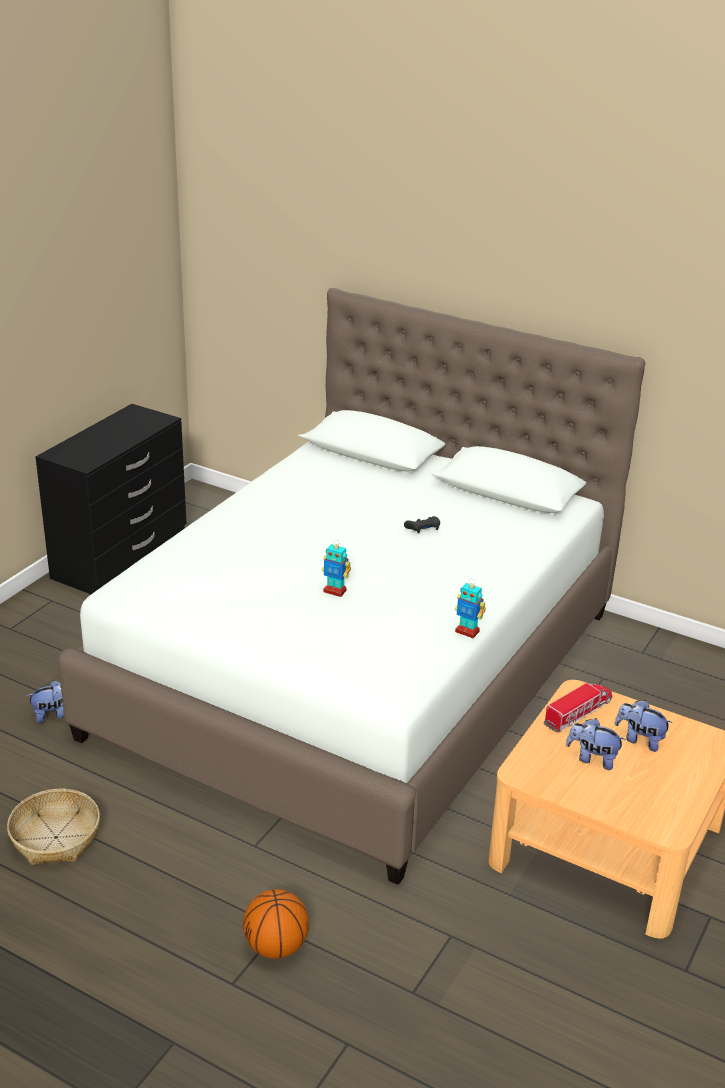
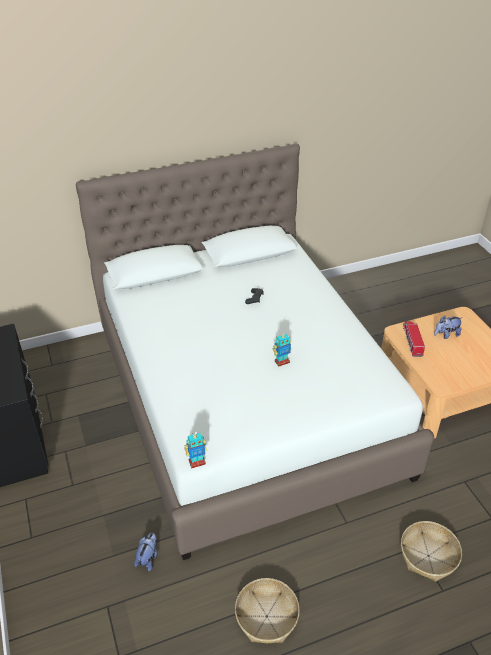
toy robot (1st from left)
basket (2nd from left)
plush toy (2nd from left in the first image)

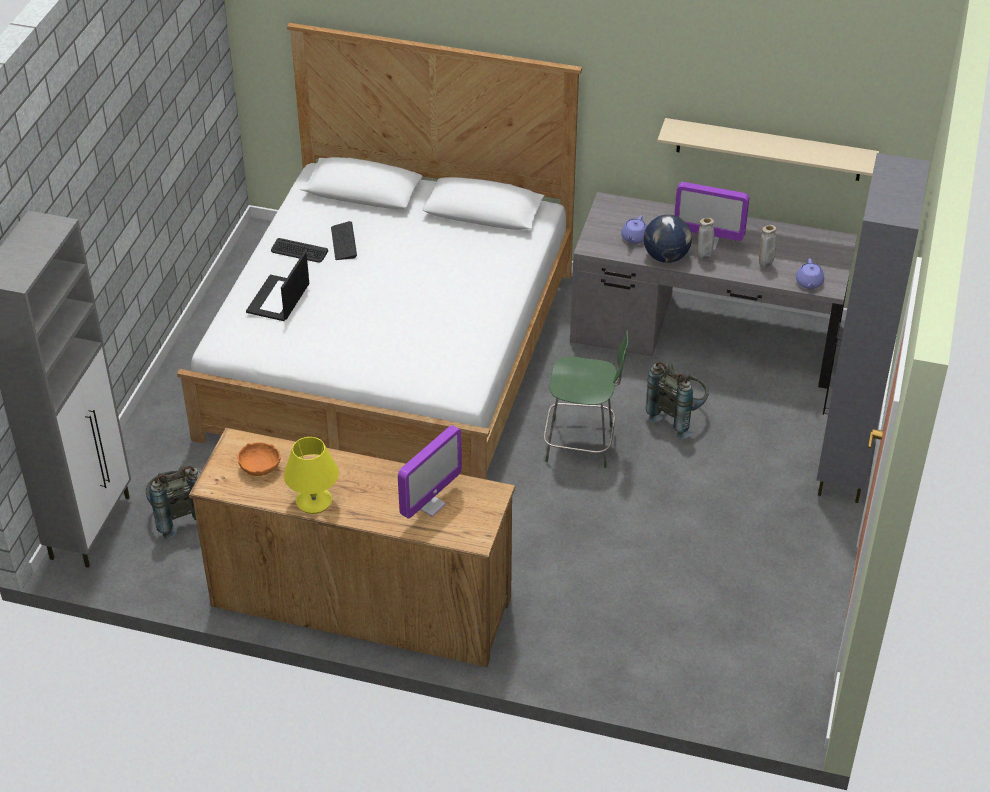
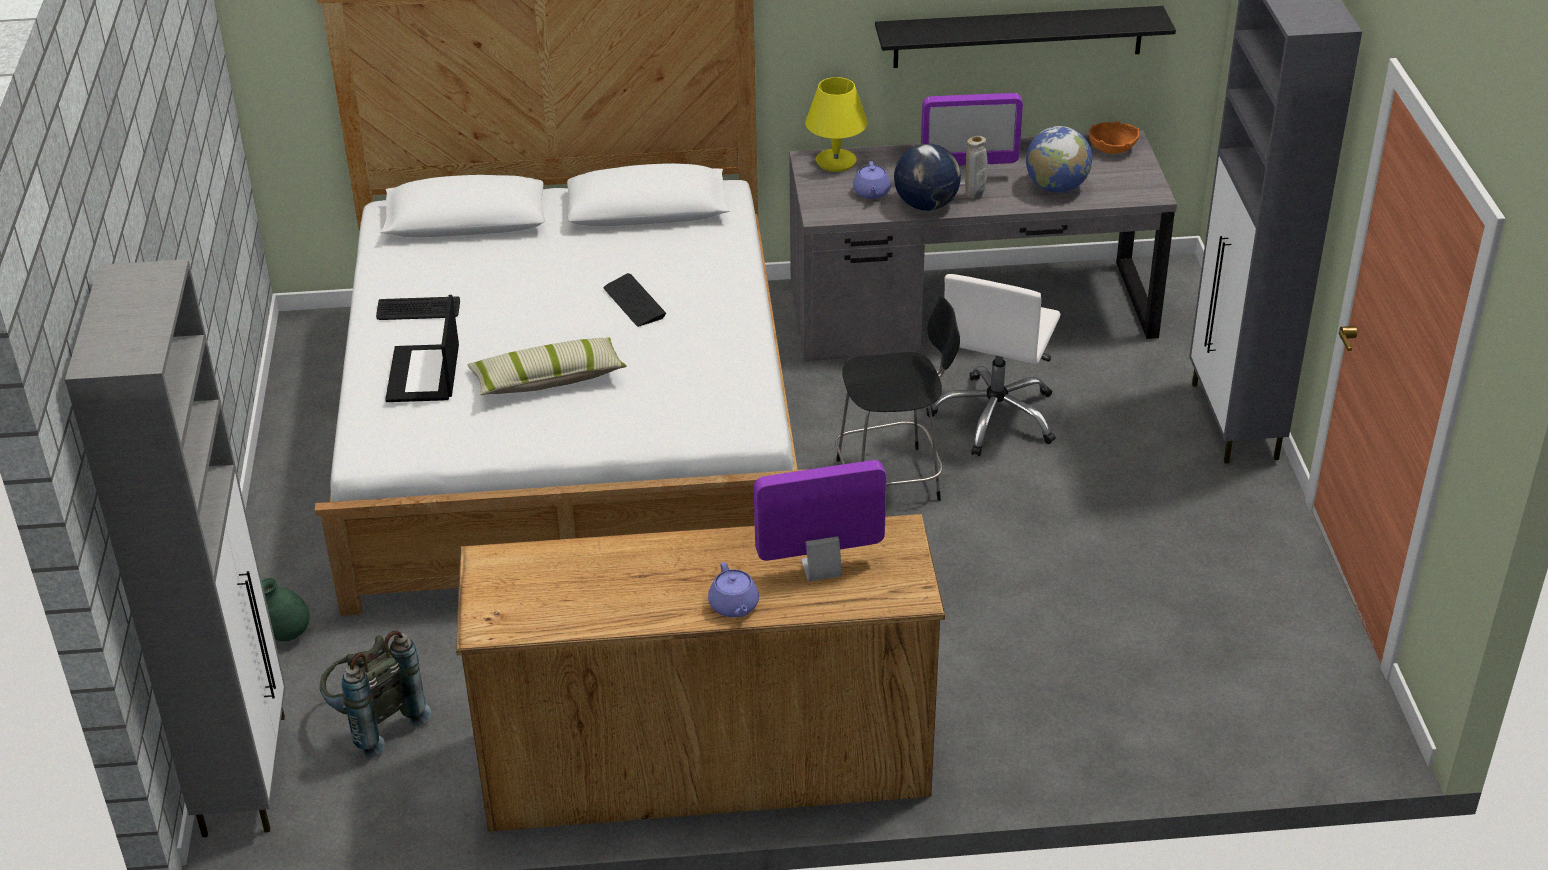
vase (green)
pillow
keyboard (2nd from left)
teapot (purple) (1st from left)
monitor (1st from left)
table lamp (yellow)
chair (black)
shelf (black)
office chair (white)
globe (2nd from left)
bowl (orange)

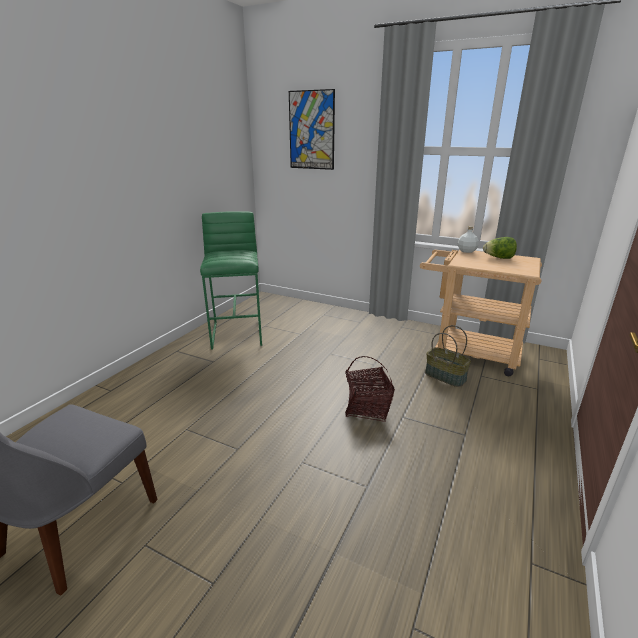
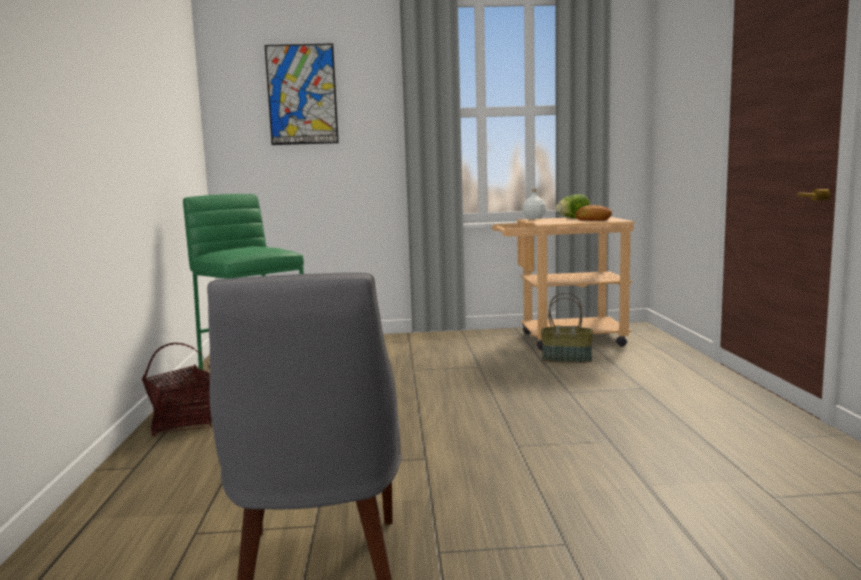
basket (1st from left)
bread

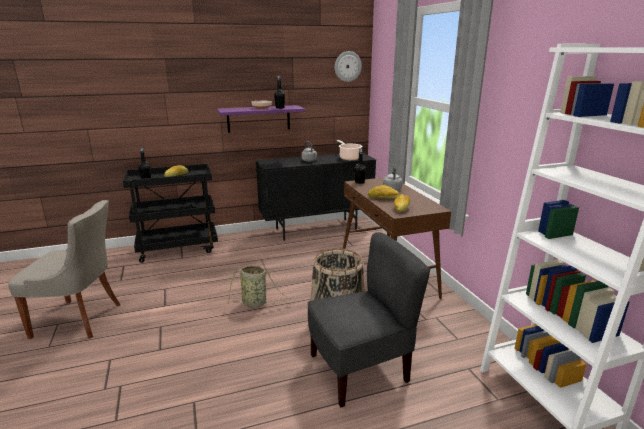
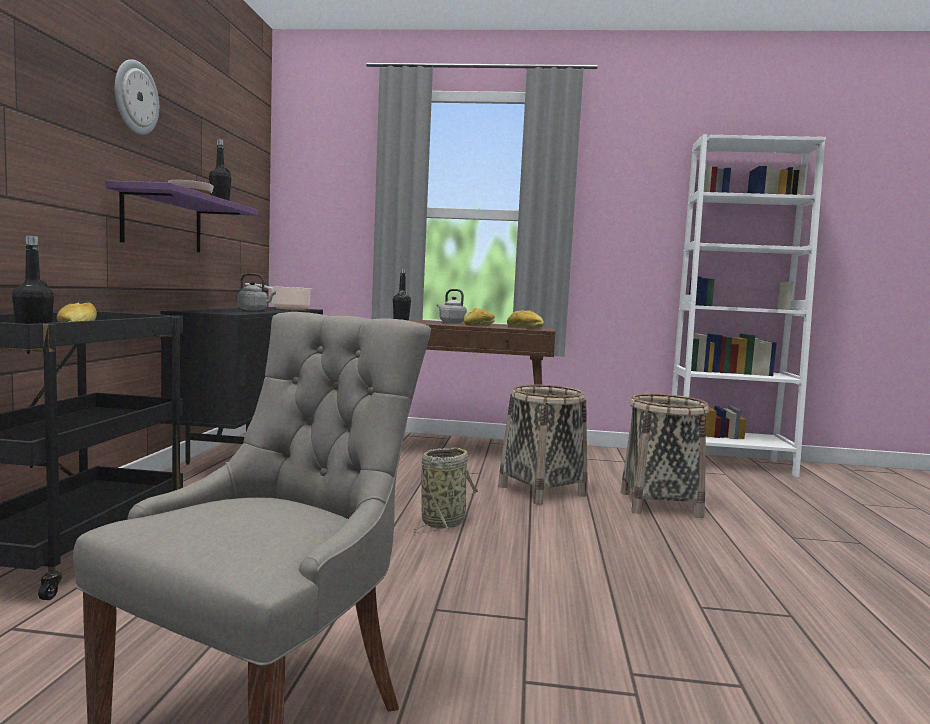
wall clock
basket (3rd from left)

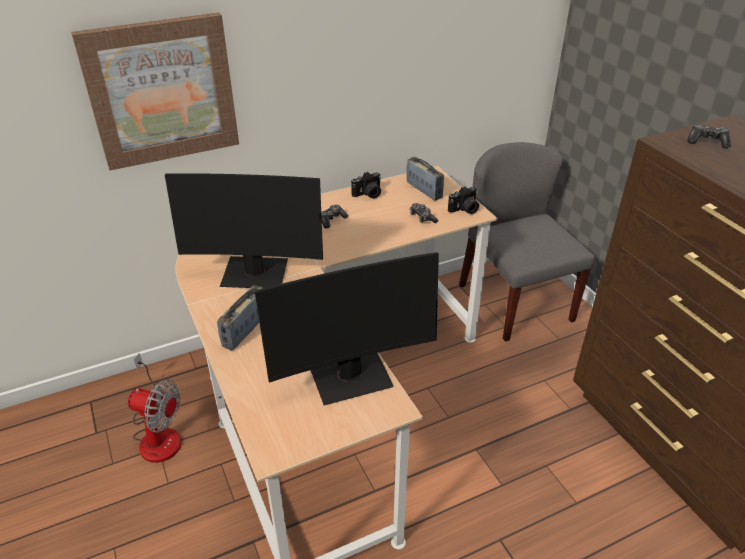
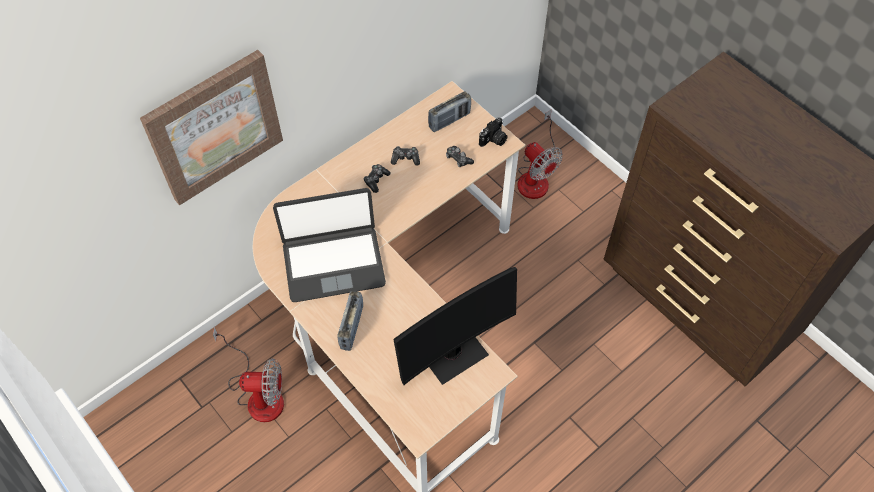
laptop
game controller (2nd from left)
radio (2nd from left)
fan (2nd from left)
photo camera (1st from left in the first image)

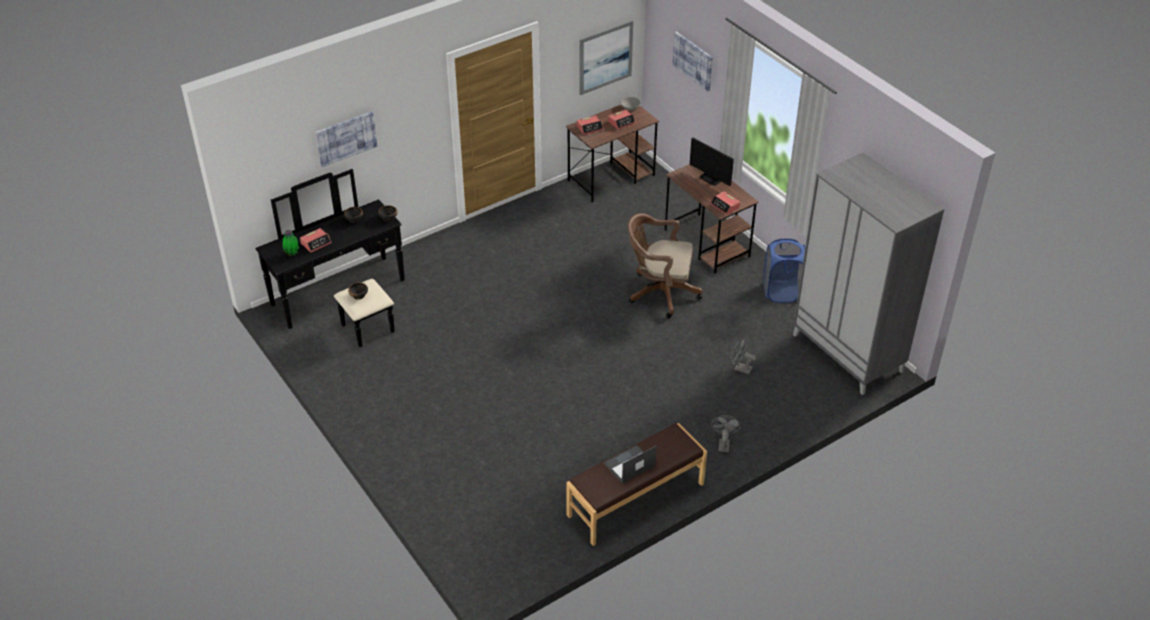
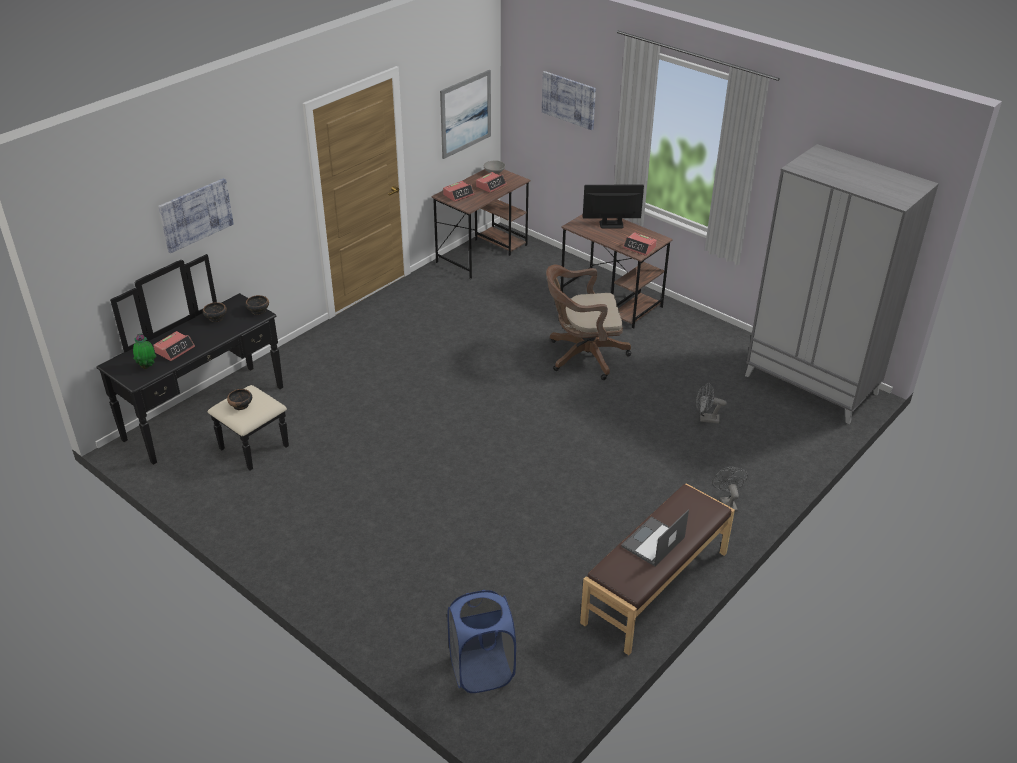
laundry basket (blue)
monitor

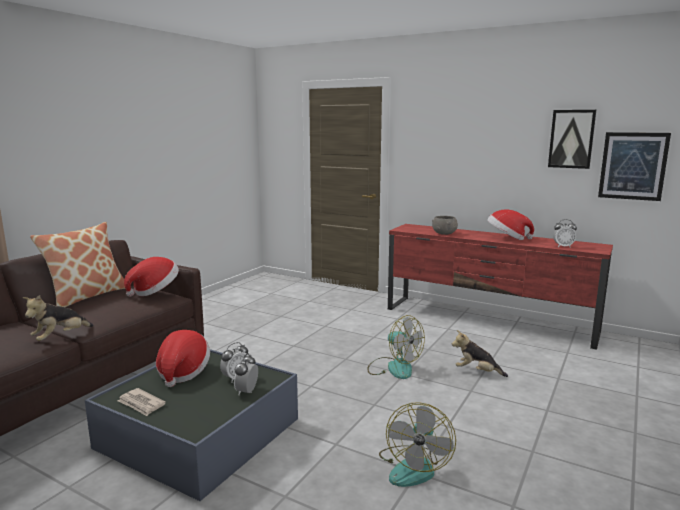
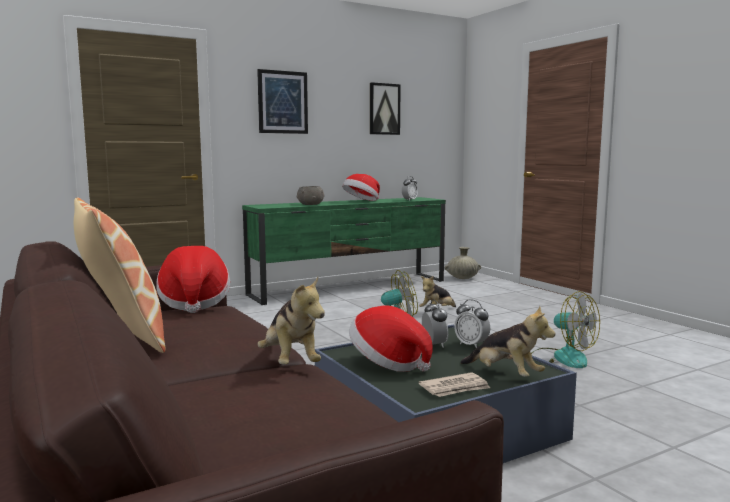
tv stand (green)
picture (1st from left)
vase (beige)
plush toy (3rd from left)

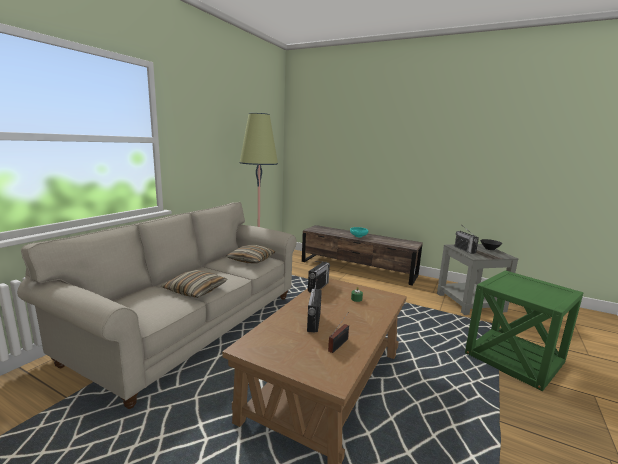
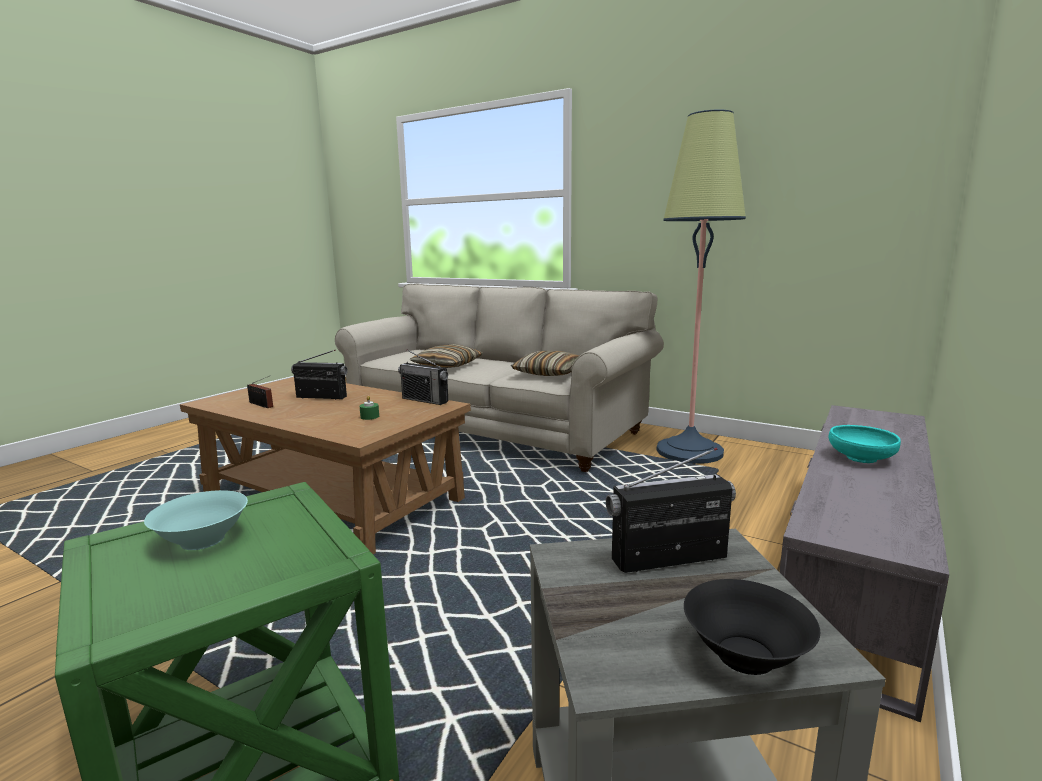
bowl (turquoise) (1st from left)
tv stand (grey)

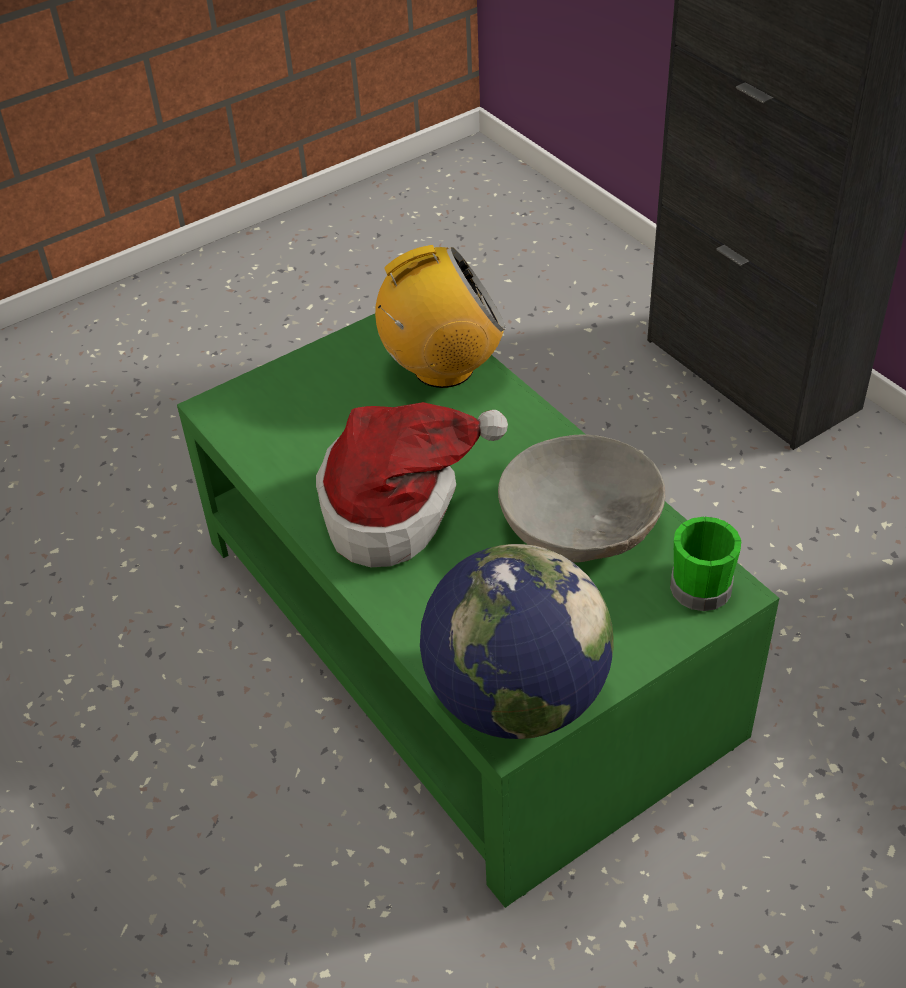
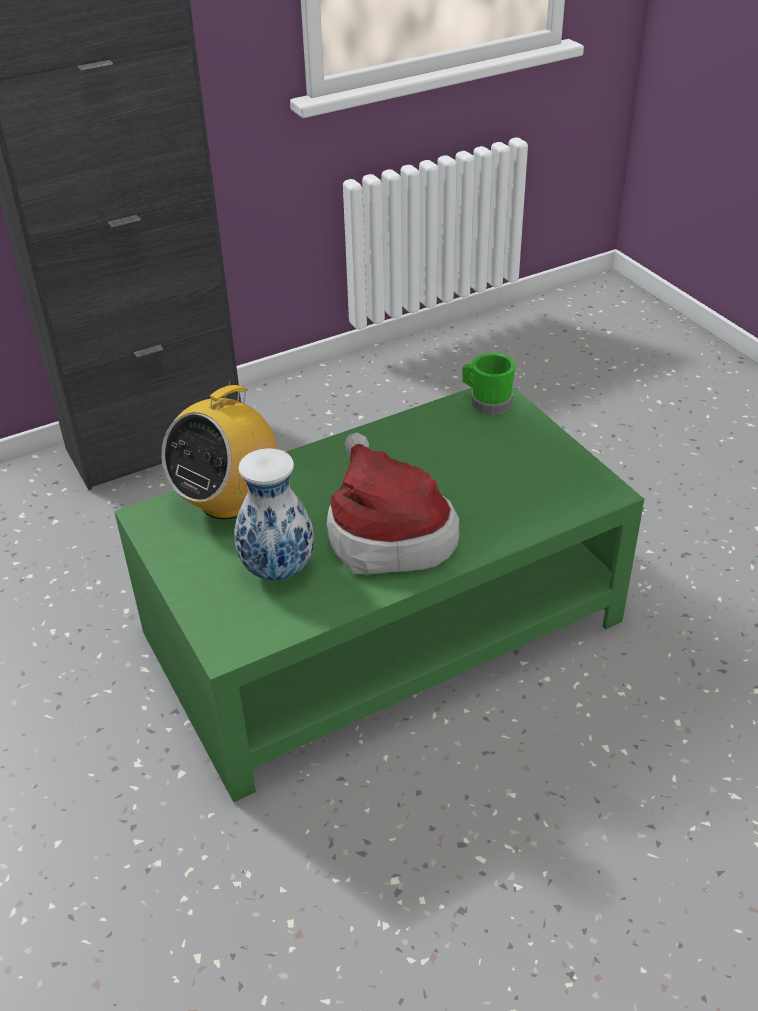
radio
vase
globe
bowl (grey)

